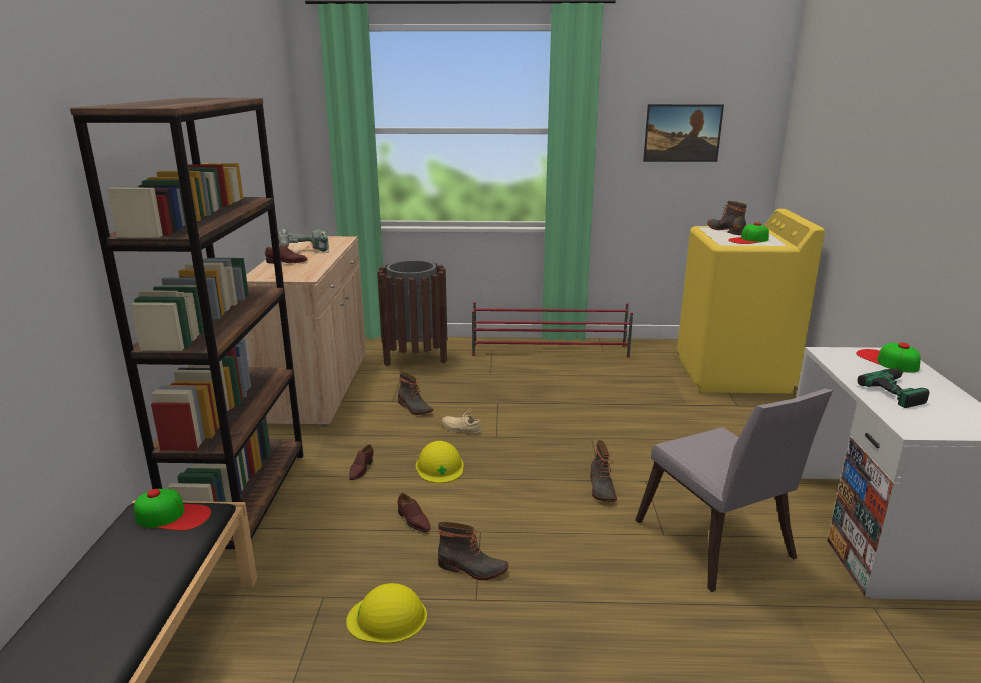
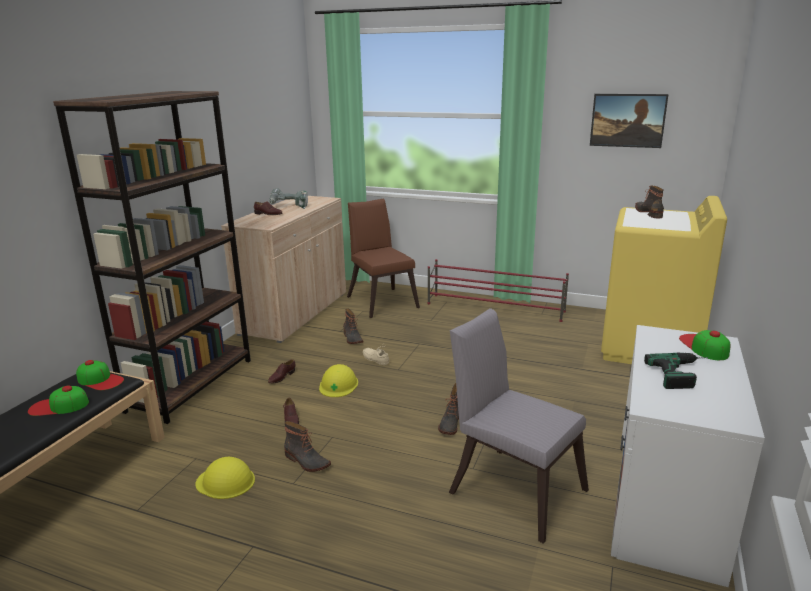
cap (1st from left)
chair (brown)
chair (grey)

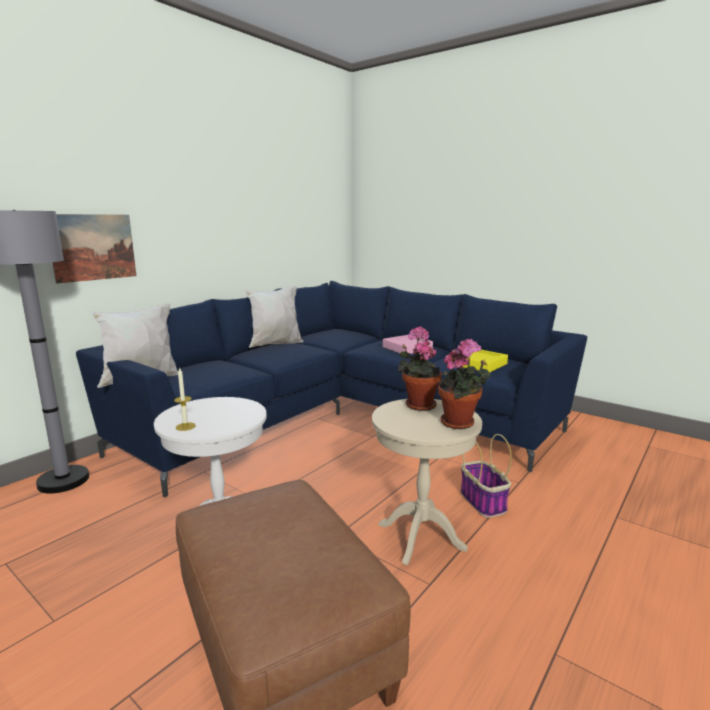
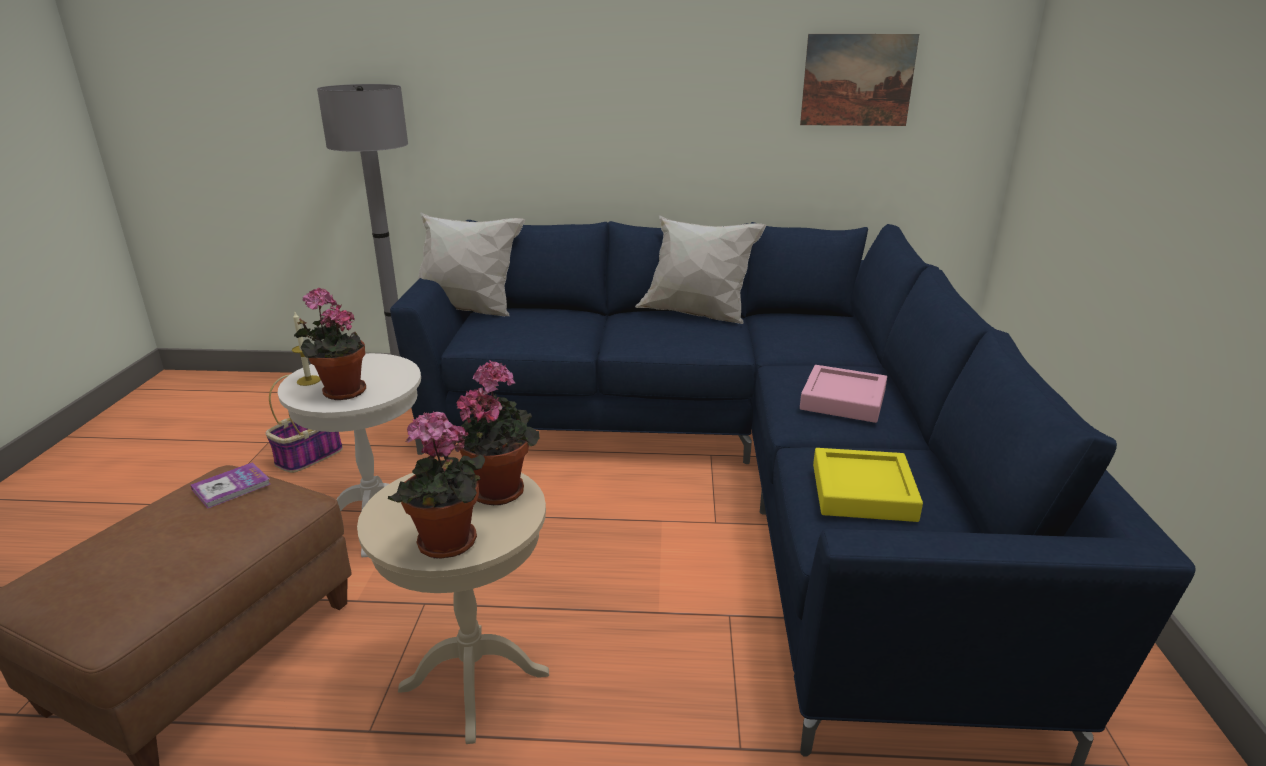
book
basket
potted plant (1st from left)
picture

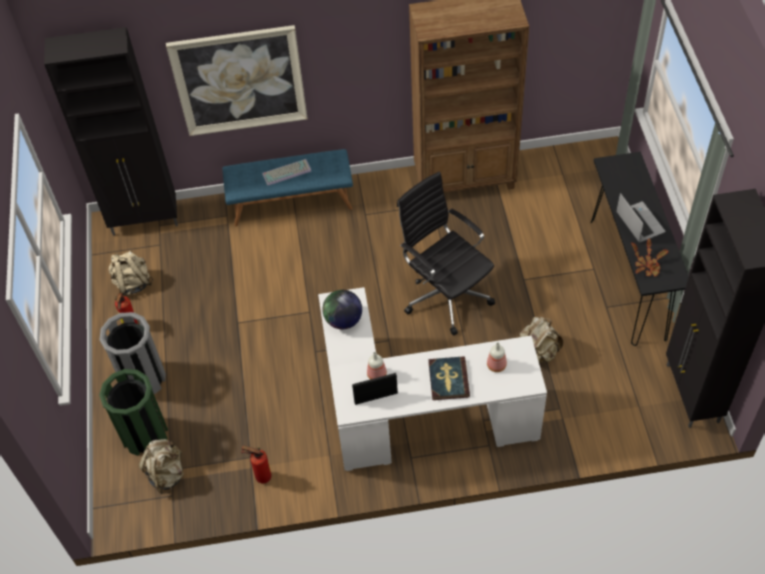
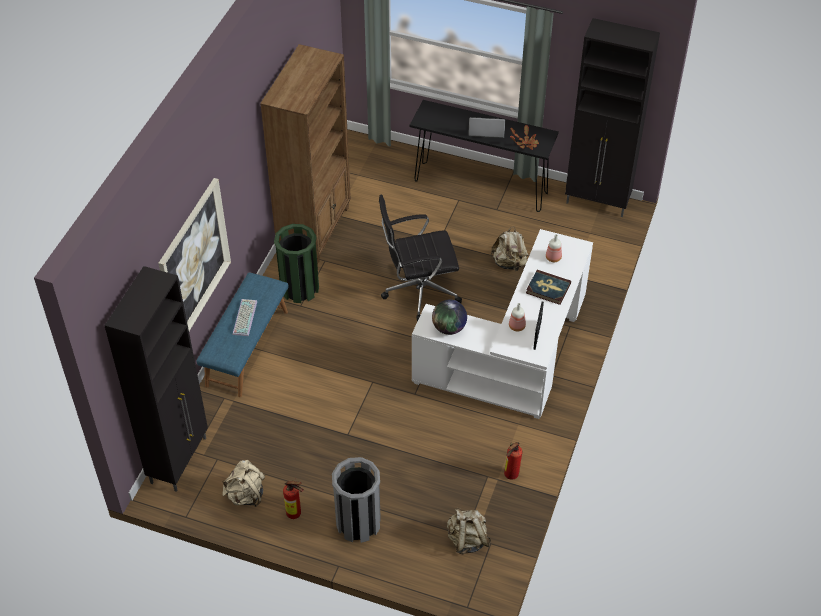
trash can (green)

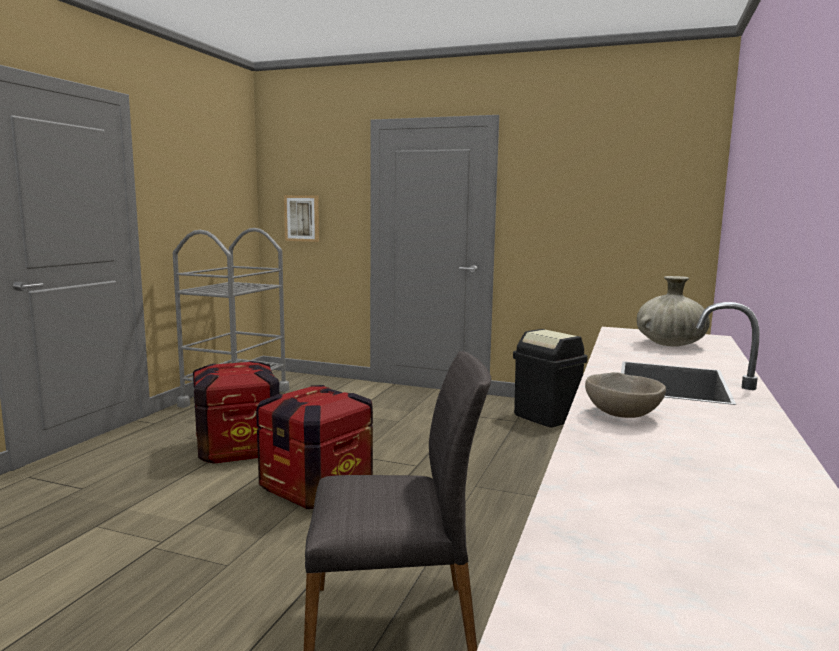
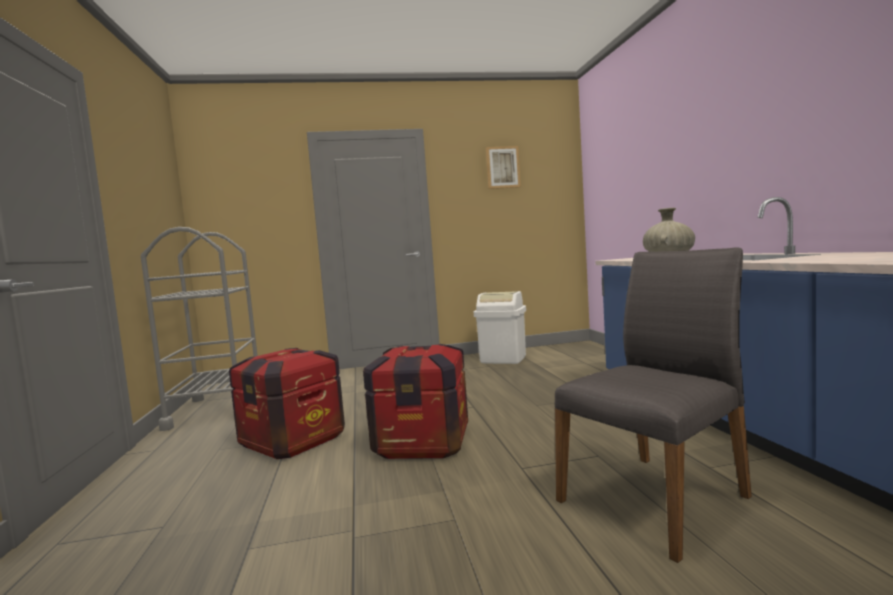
trash can (white)
picture
bowl (beige)

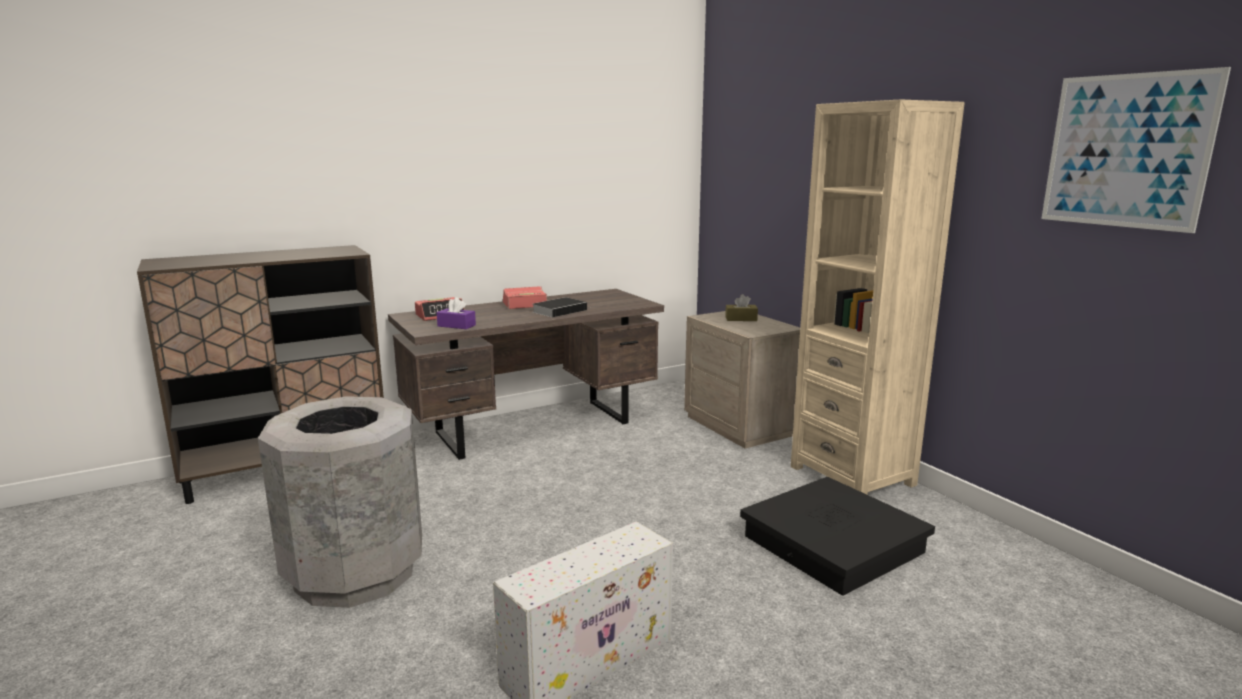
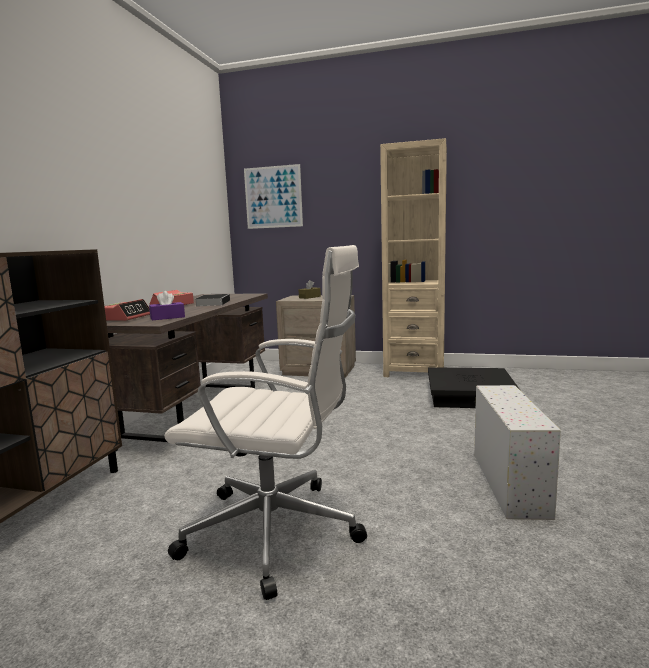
office chair (white)
picture

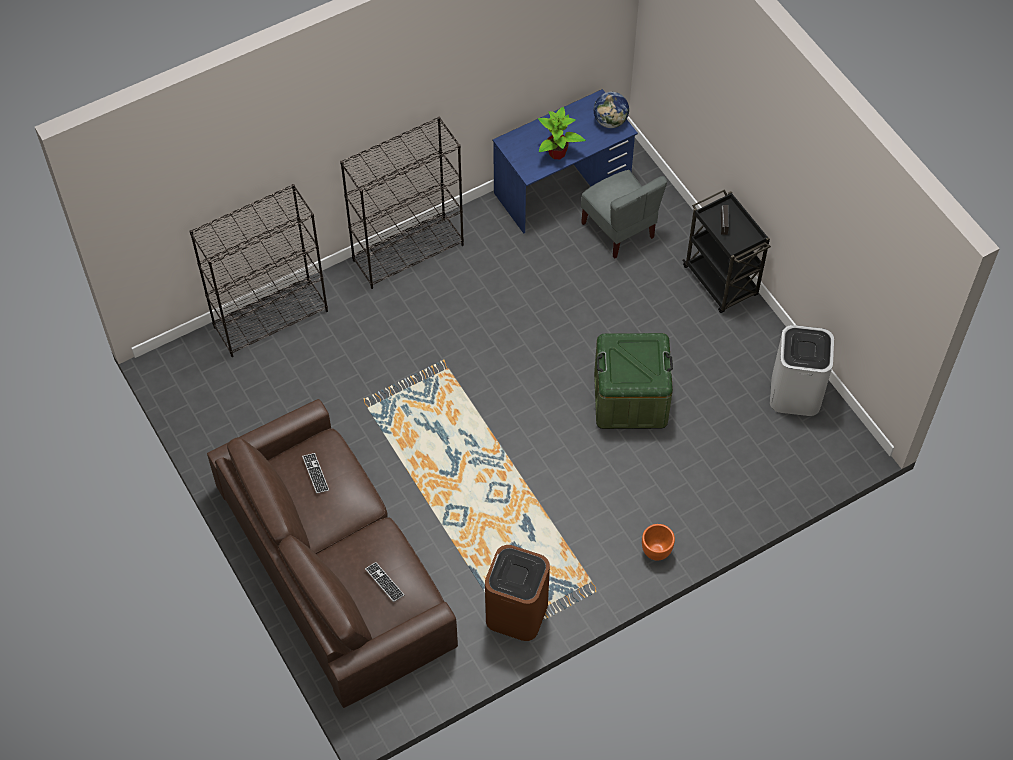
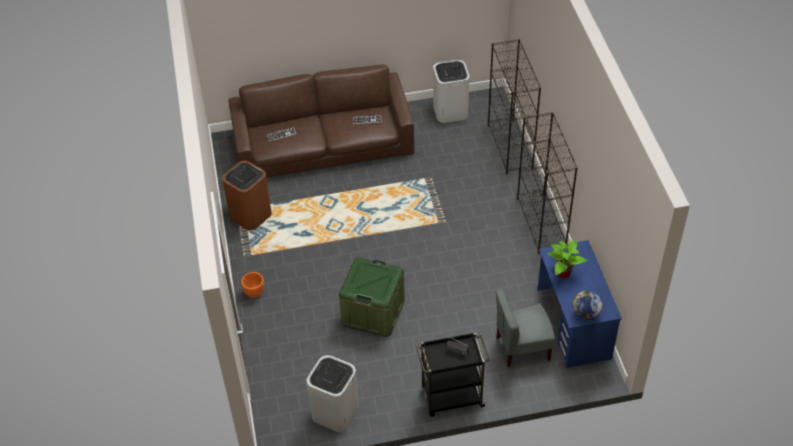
trash can (white) (2nd from left)

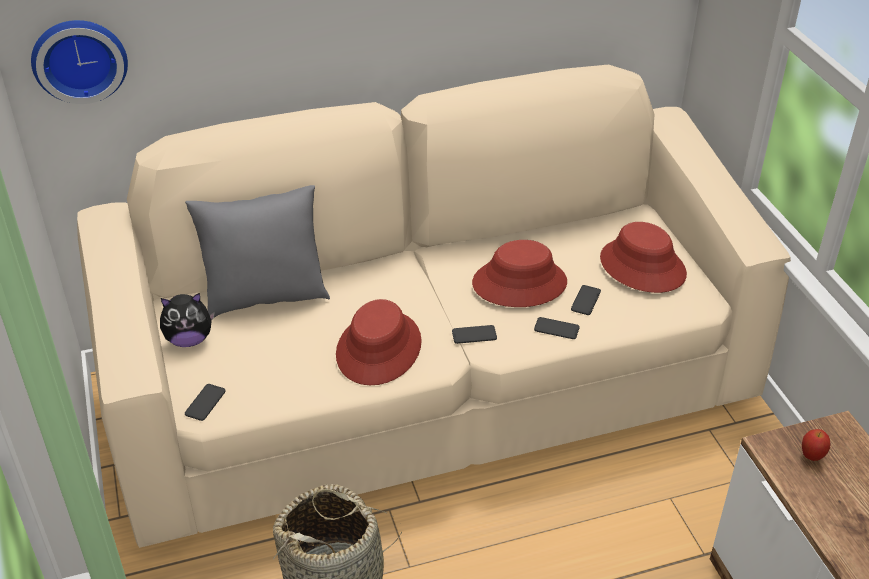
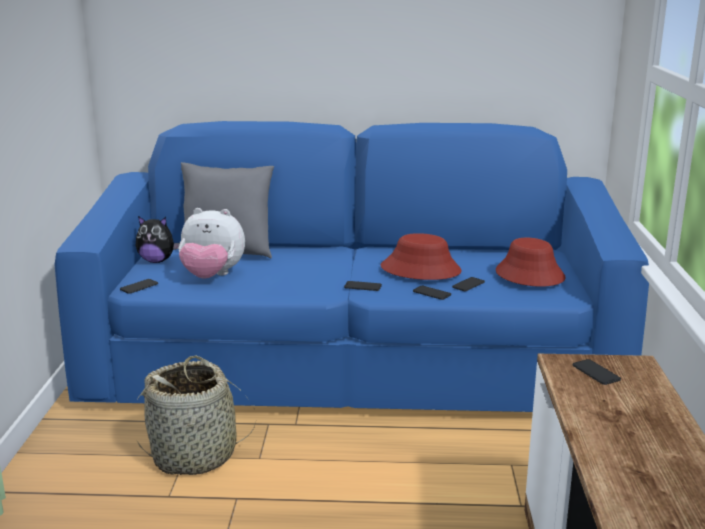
sofa (blue)
plush toy (2nd from left)
phone (5th from left)
wall clock
hat (red) (1st from left in the first image)

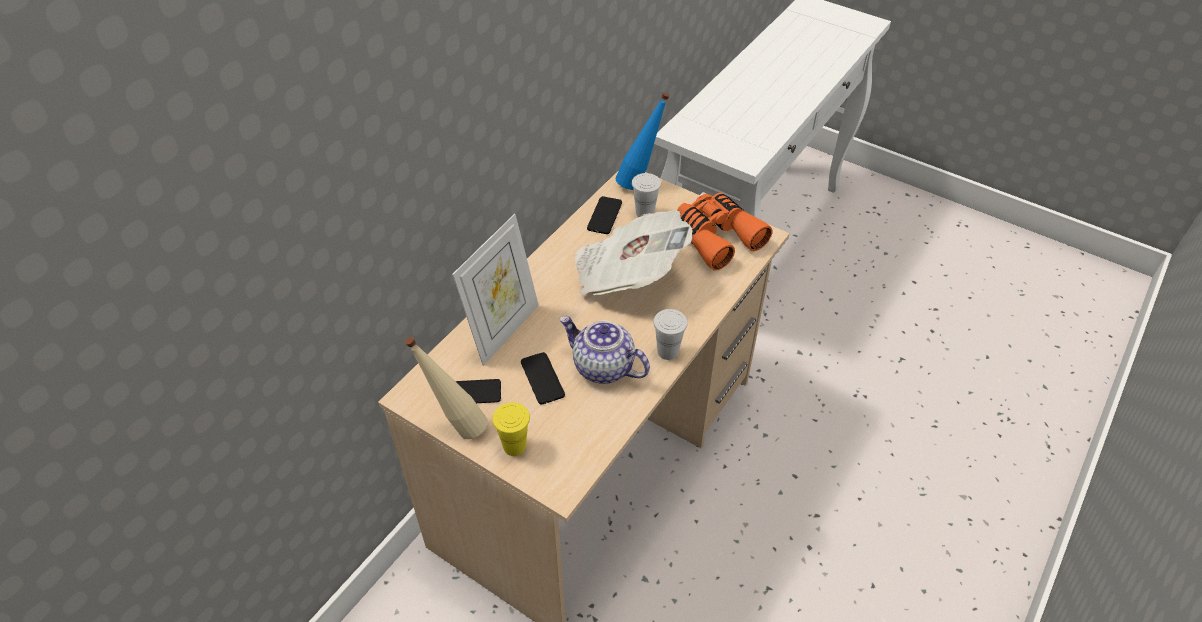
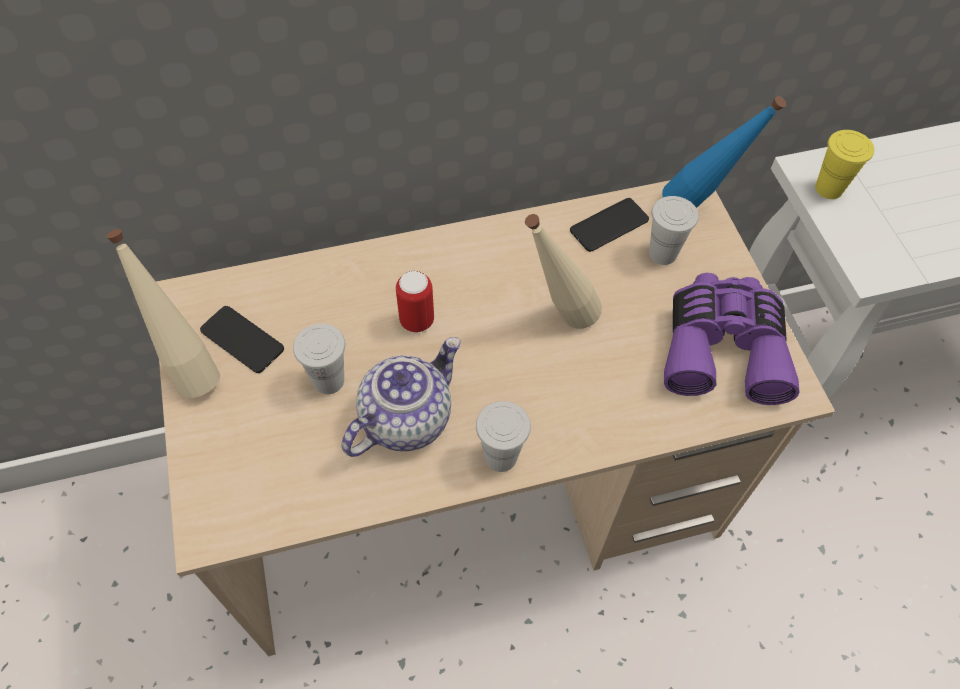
cup (white) (1st from left)
teapot
can
bottle (beige) (2nd from left)
binoculars (purple)
cup (yellow)
picture frame

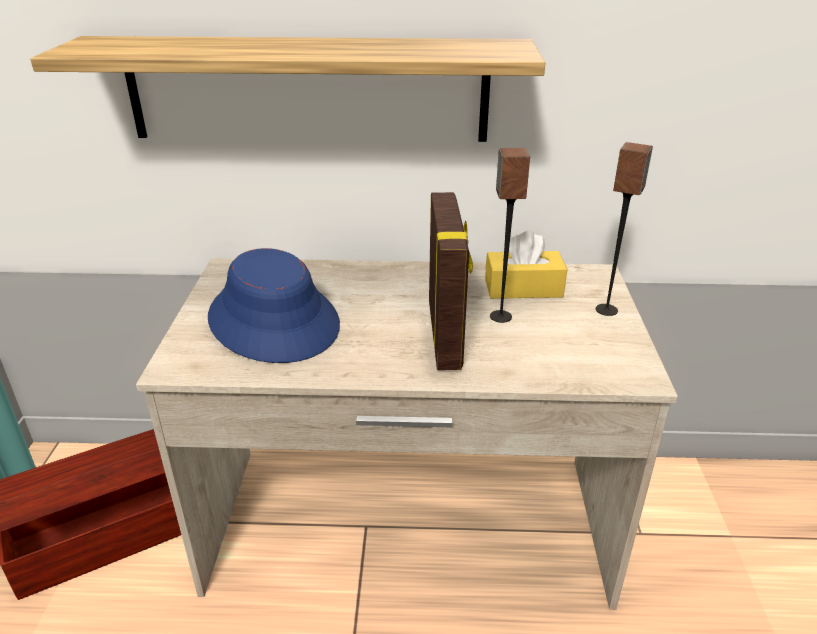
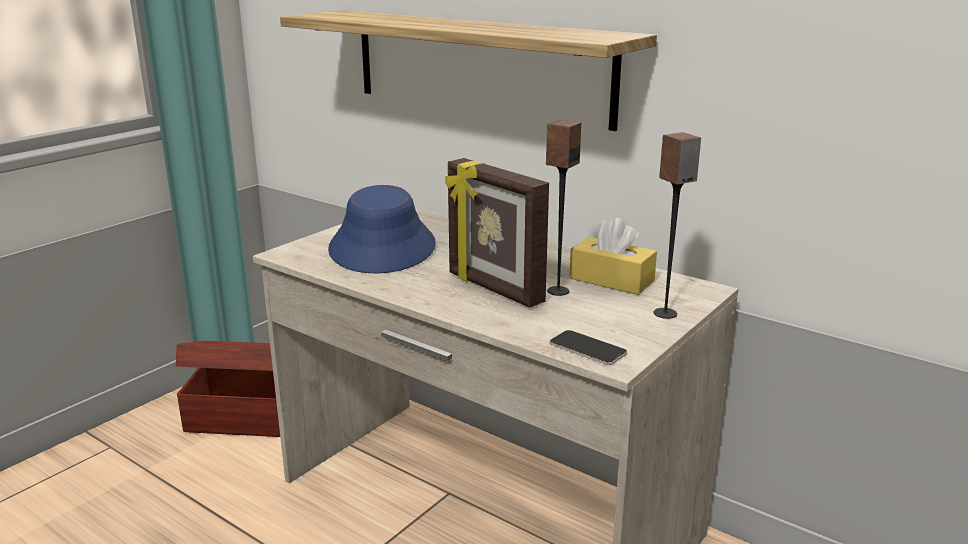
picture frame
phone

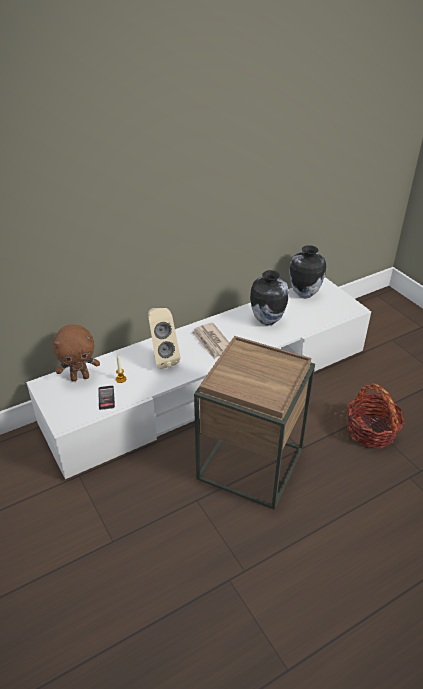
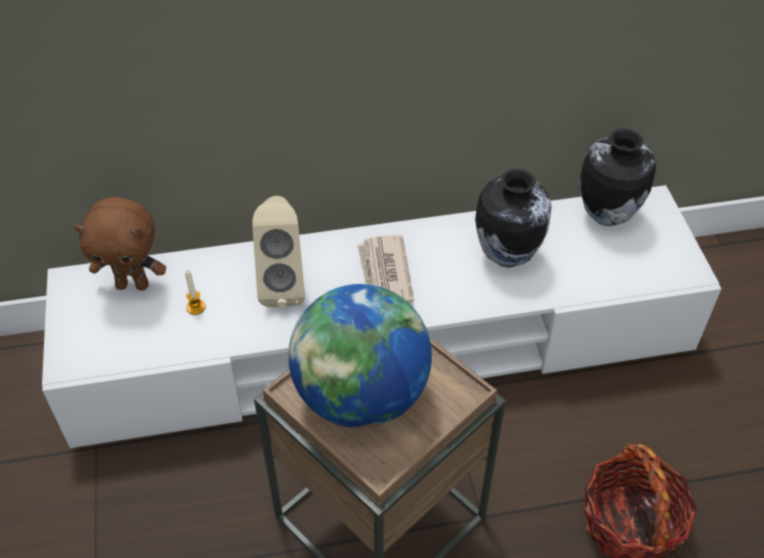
globe
phone

